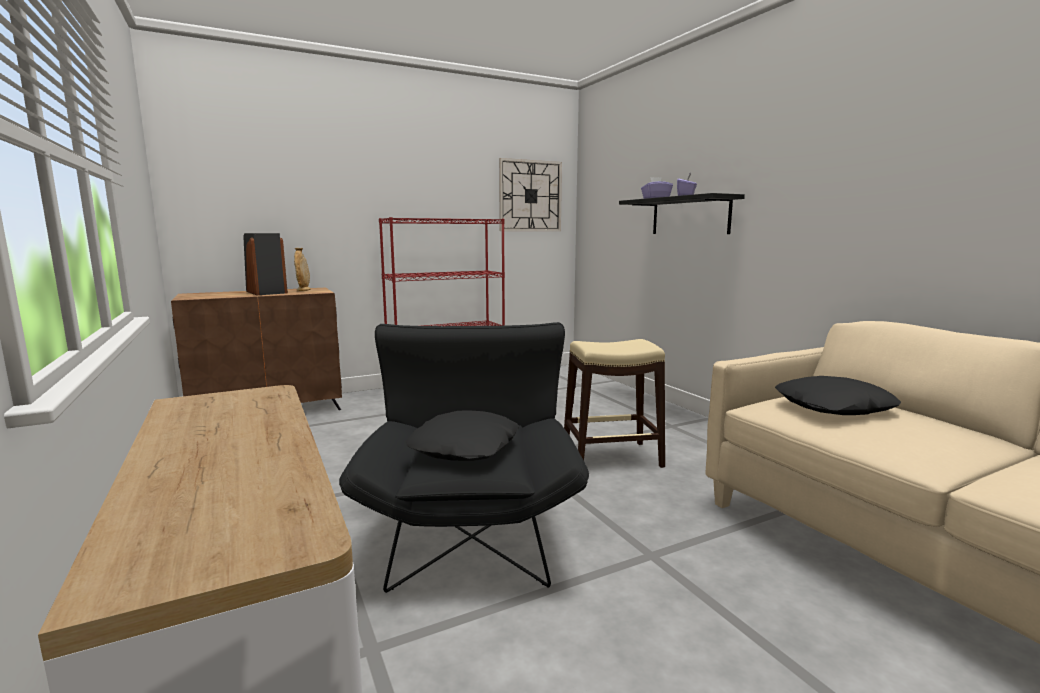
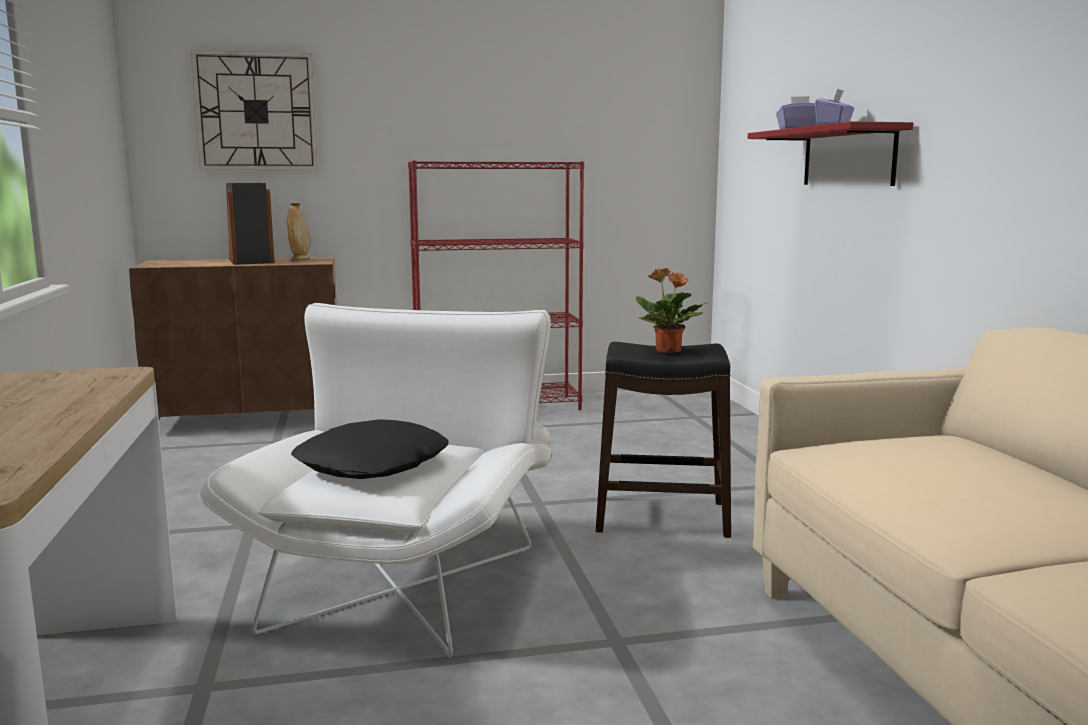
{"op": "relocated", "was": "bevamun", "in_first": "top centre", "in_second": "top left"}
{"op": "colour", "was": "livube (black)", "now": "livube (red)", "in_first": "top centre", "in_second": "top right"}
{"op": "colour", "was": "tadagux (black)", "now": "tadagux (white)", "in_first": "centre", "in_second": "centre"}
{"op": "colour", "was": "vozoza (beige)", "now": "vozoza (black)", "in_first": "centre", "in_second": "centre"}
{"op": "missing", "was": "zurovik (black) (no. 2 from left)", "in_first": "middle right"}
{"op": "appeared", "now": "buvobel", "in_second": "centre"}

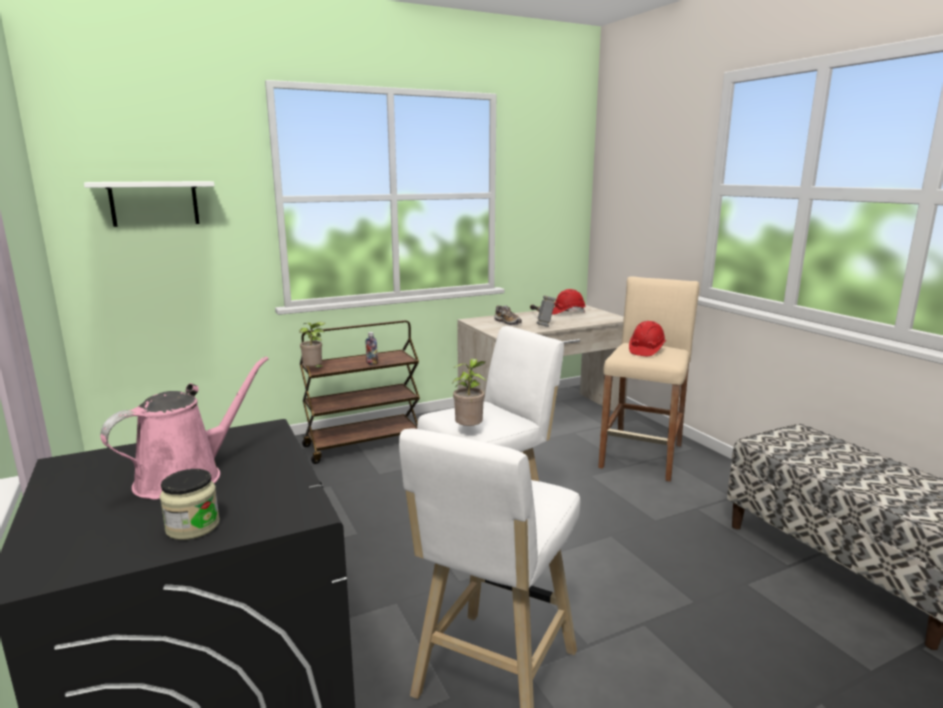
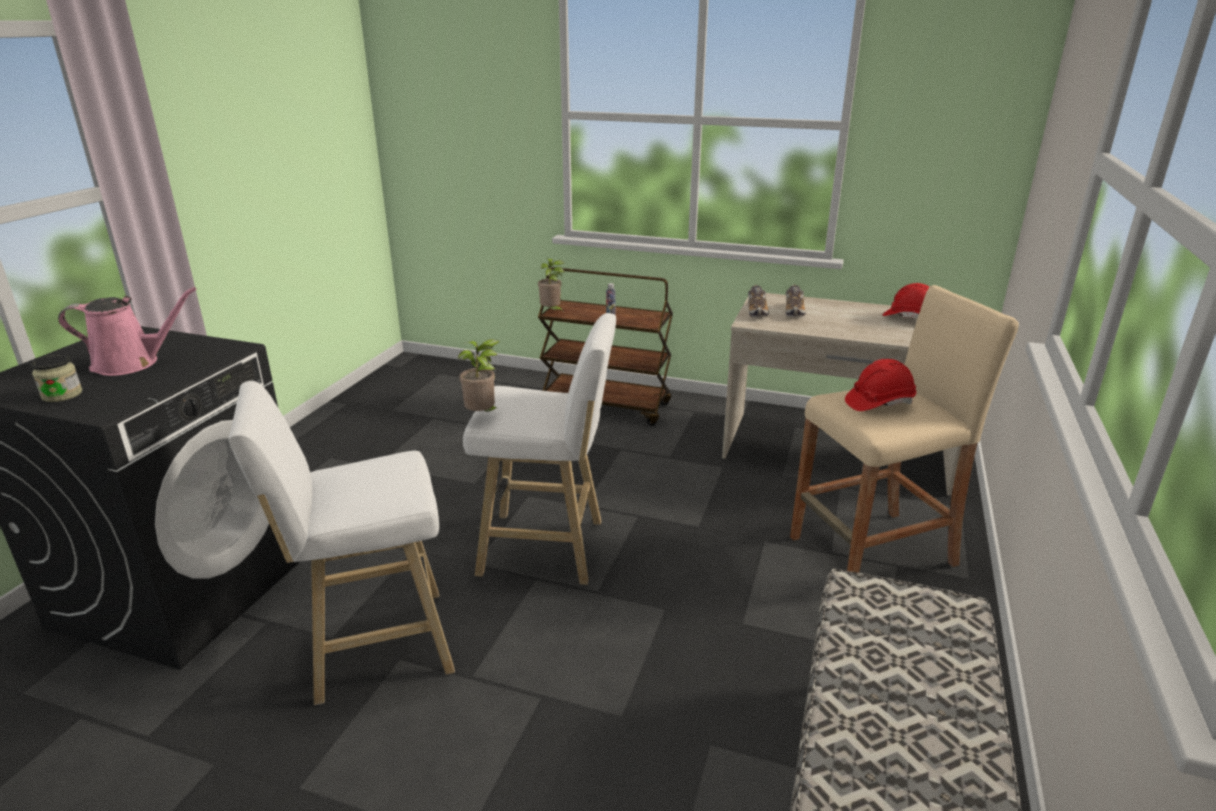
{"op": "missing", "was": "livube (white)", "in_first": "top left"}
{"op": "missing", "was": "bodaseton", "in_first": "centre"}
{"op": "appeared", "now": "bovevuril (no. 1 from left)", "in_second": "centre"}

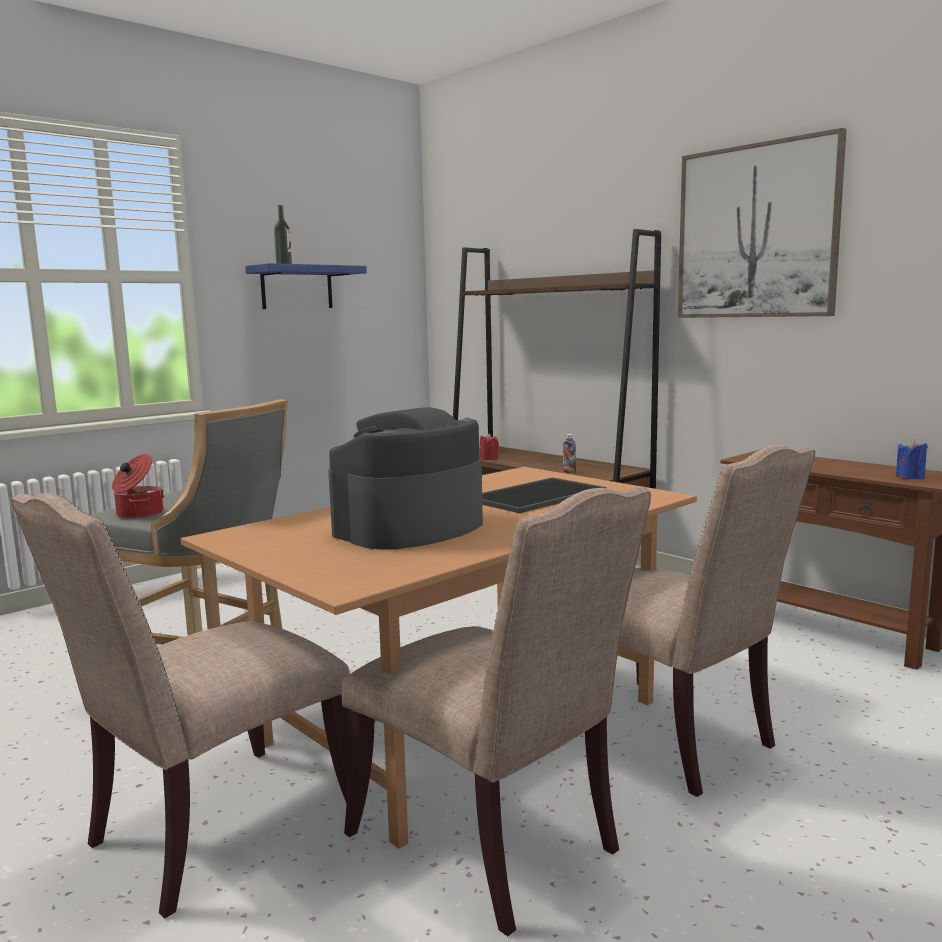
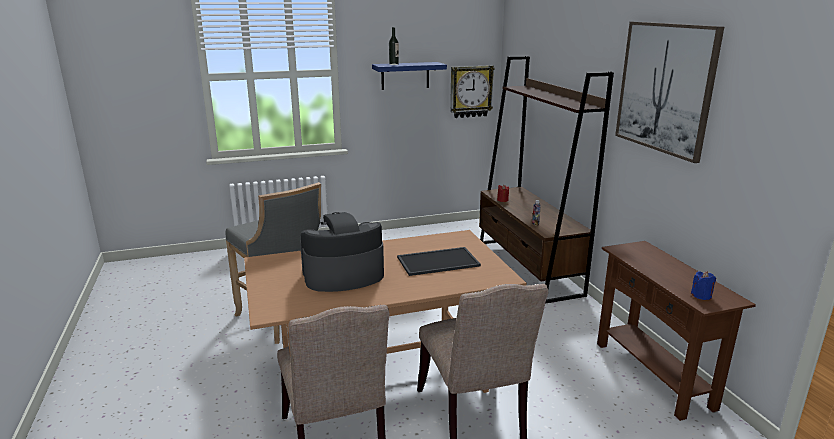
{"op": "missing", "was": "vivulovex", "in_first": "middle left"}
{"op": "missing", "was": "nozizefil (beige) (no. 1 from left)", "in_first": "bottom left"}
{"op": "appeared", "now": "bevamun", "in_second": "top centre"}

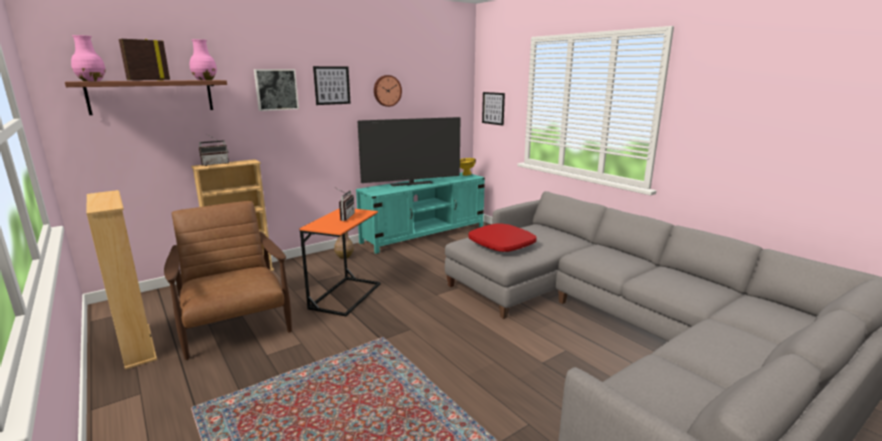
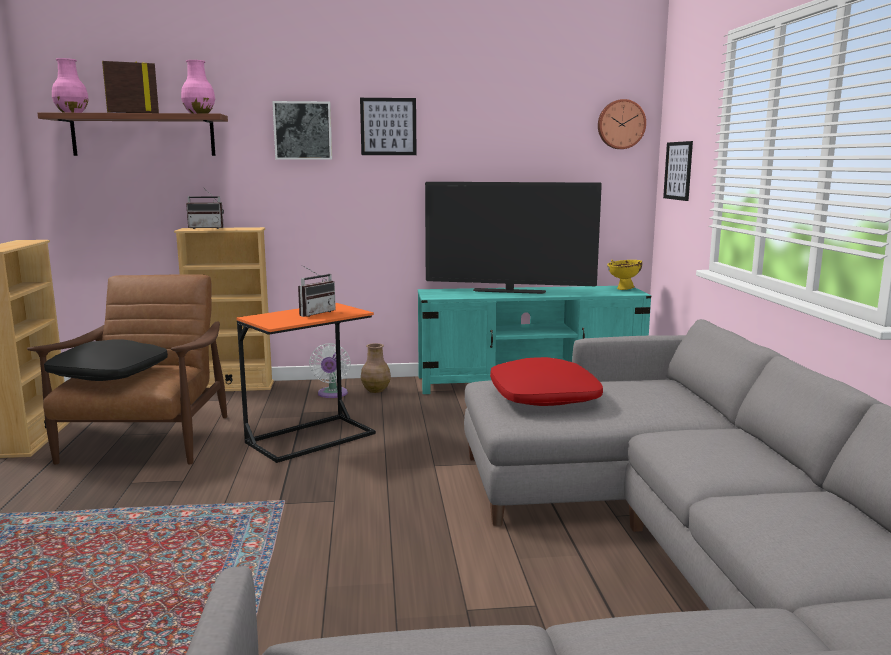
{"op": "relocated", "was": "bevamun", "in_first": "top centre", "in_second": "top right"}
{"op": "appeared", "now": "zurovik (black)", "in_second": "middle left"}
{"op": "appeared", "now": "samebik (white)", "in_second": "centre"}

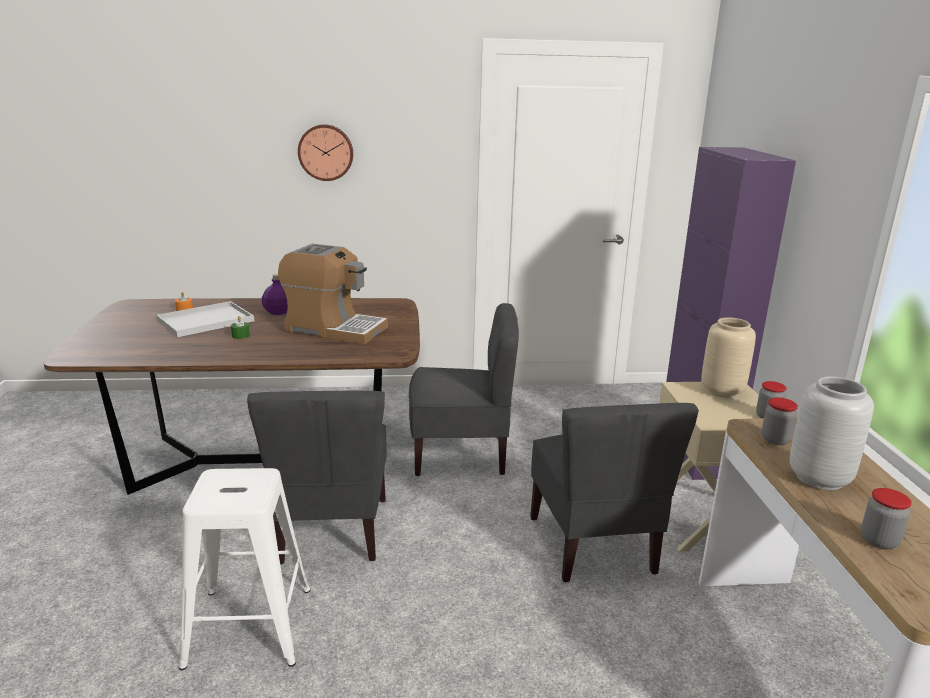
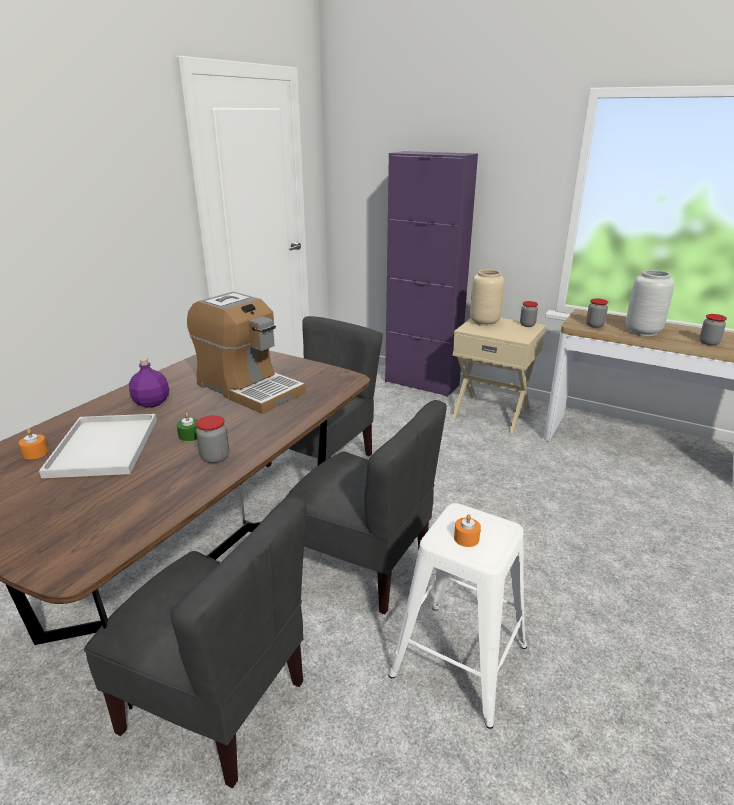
{"op": "missing", "was": "bevamun", "in_first": "top centre"}
{"op": "spun", "was": "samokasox", "in_first": "centre", "in_second": "centre", "clockwise": 75}
{"op": "relocated", "was": "nozizefil (grey) (no. 3 from left in the first image)", "now": "nozizefil (grey) (no. 1 from left)", "in_first": "bottom centre", "in_second": "bottom left"}
{"op": "appeared", "now": "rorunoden (no. 1 from left)", "in_second": "middle left"}
{"op": "appeared", "now": "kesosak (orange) (no. 2 from left)", "in_second": "centre"}

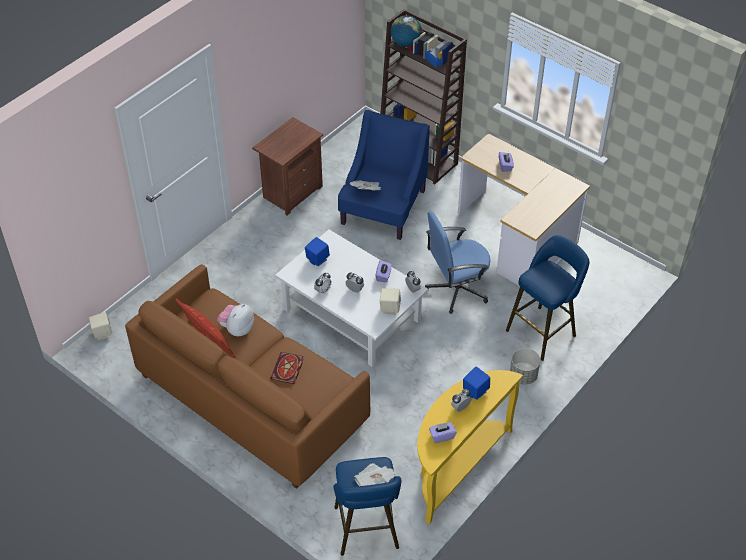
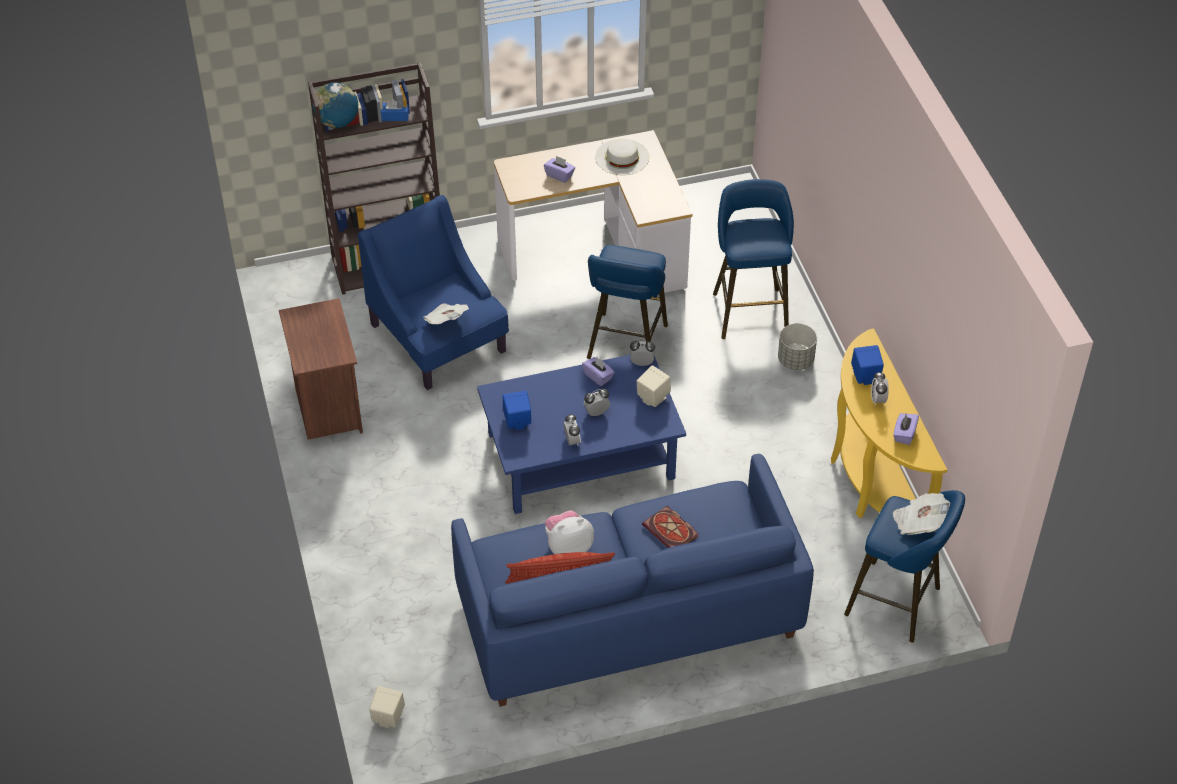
{"op": "exchanged", "was": "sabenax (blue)", "now": "vozoza (blue) (no. 1 from left)", "in_first": "centre", "in_second": "centre"}
{"op": "colour", "was": "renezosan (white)", "now": "renezosan (blue)", "in_first": "centre", "in_second": "centre"}
{"op": "colour", "was": "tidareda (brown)", "now": "tidareda (blue)", "in_first": "bottom left", "in_second": "bottom centre"}
{"op": "spun", "was": "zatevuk", "in_first": "middle left", "in_second": "bottom centre", "clockwise": 90}
{"op": "appeared", "now": "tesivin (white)", "in_second": "top centre"}

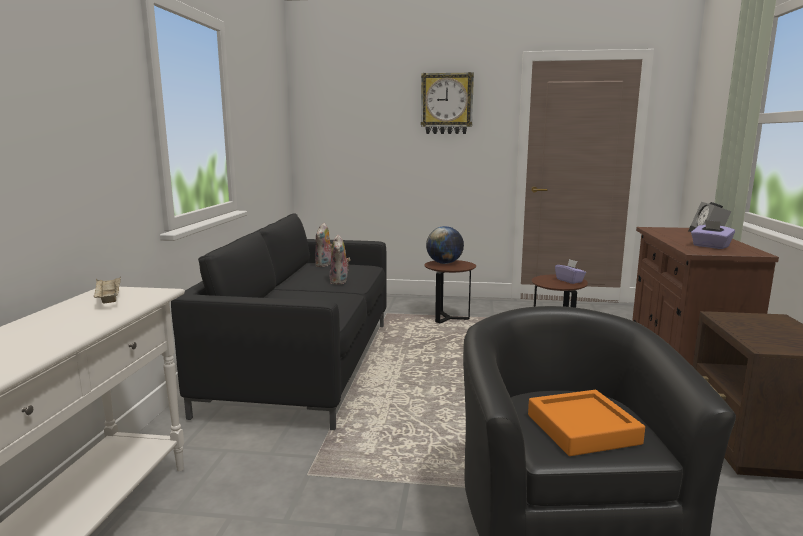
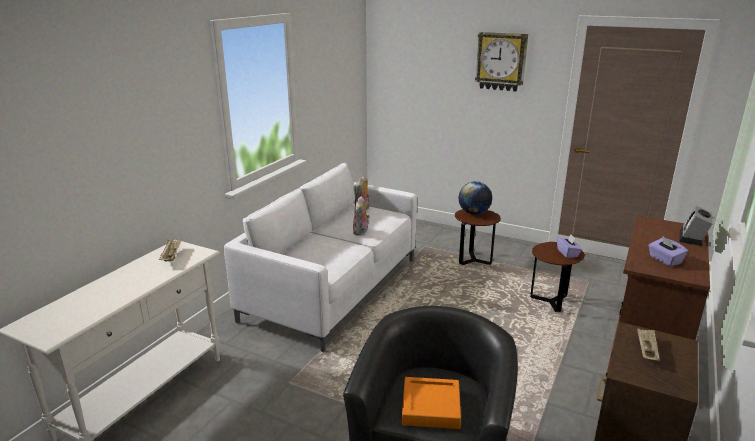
{"op": "colour", "was": "tidareda (black)", "now": "tidareda (white)", "in_first": "centre", "in_second": "centre"}
{"op": "appeared", "now": "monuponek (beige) (no. 2 from left)", "in_second": "bottom right"}

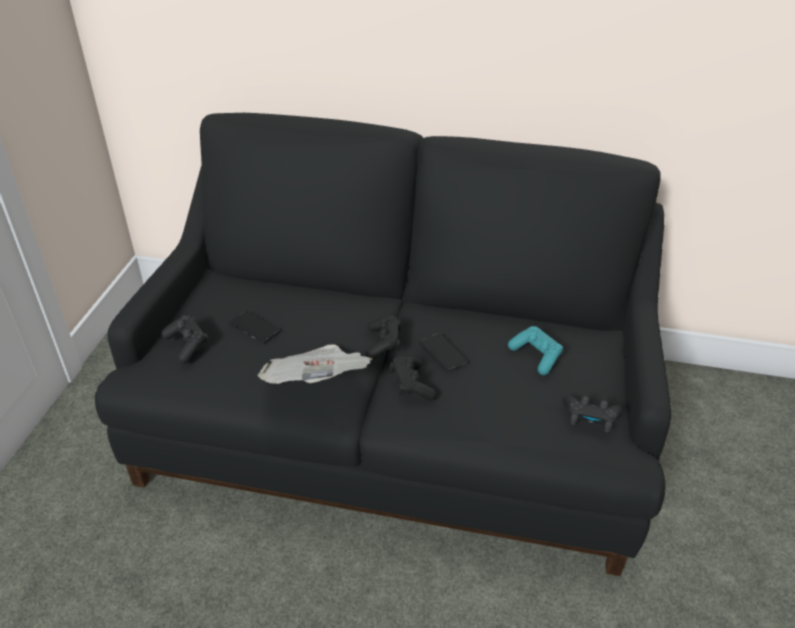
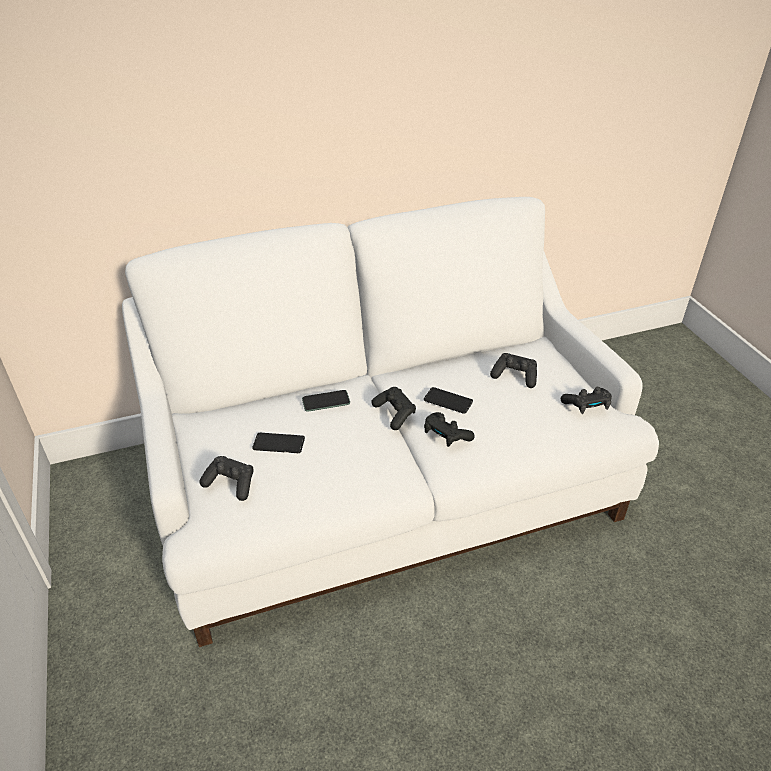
{"op": "colour", "was": "tidareda (black)", "now": "tidareda (white)", "in_first": "centre", "in_second": "centre"}
{"op": "colour", "was": "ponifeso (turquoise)", "now": "ponifeso (black) (no. 4 from left)", "in_first": "middle right", "in_second": "centre"}
{"op": "missing", "was": "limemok", "in_first": "centre"}
{"op": "appeared", "now": "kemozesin (no. 2 from left)", "in_second": "centre"}

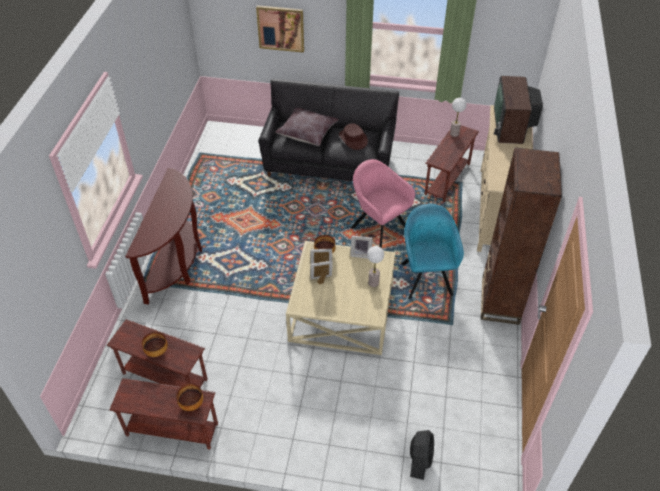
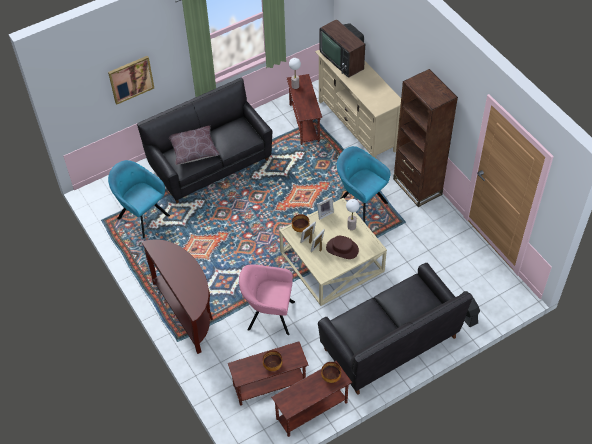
{"op": "relocated", "was": "tesivin (brown)", "in_first": "top centre", "in_second": "centre"}
{"op": "relocated", "was": "tadagux (pink)", "in_first": "centre", "in_second": "bottom centre"}
{"op": "appeared", "now": "tadagux (turquoise) (no. 1 from left)", "in_second": "middle left"}
{"op": "appeared", "now": "tidareda (black) (no. 2 from left)", "in_second": "bottom right"}

